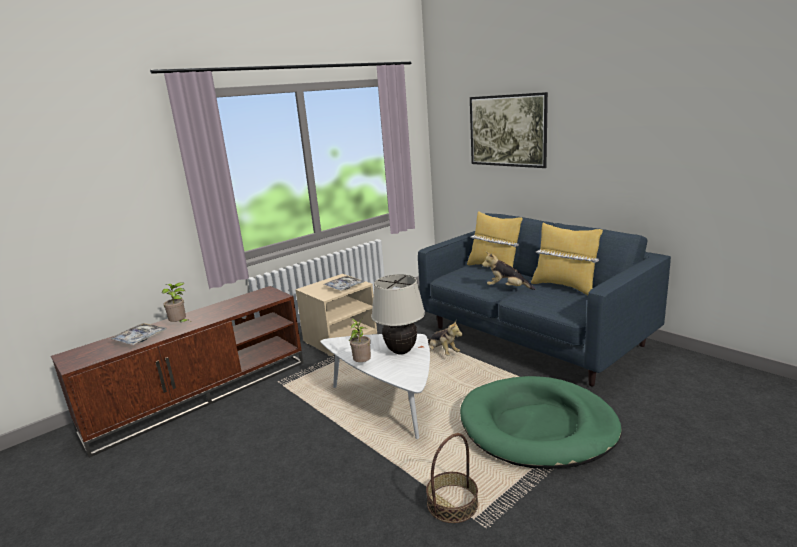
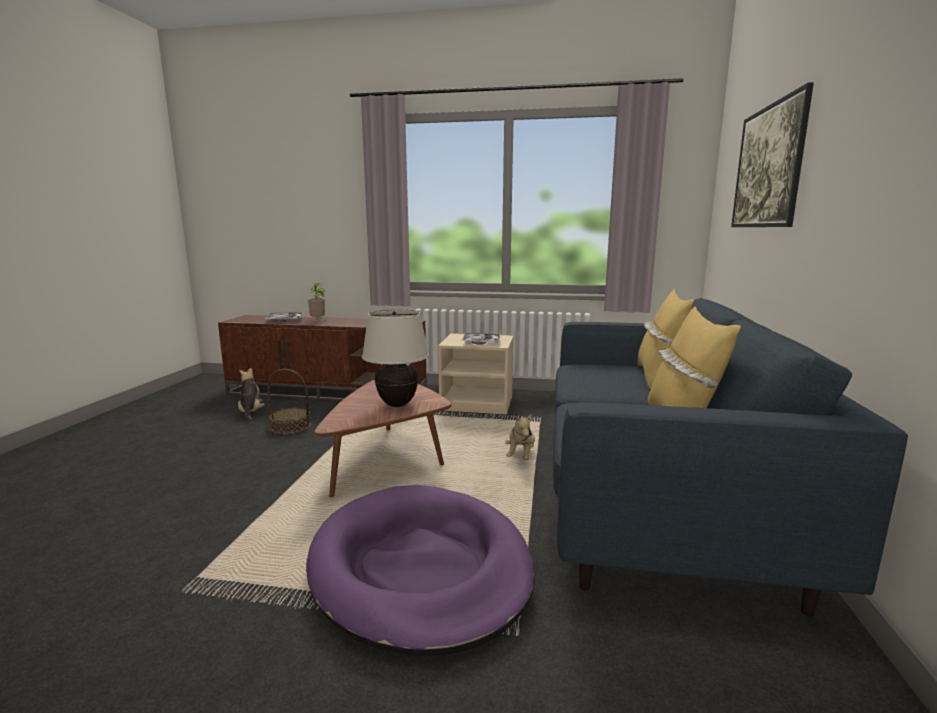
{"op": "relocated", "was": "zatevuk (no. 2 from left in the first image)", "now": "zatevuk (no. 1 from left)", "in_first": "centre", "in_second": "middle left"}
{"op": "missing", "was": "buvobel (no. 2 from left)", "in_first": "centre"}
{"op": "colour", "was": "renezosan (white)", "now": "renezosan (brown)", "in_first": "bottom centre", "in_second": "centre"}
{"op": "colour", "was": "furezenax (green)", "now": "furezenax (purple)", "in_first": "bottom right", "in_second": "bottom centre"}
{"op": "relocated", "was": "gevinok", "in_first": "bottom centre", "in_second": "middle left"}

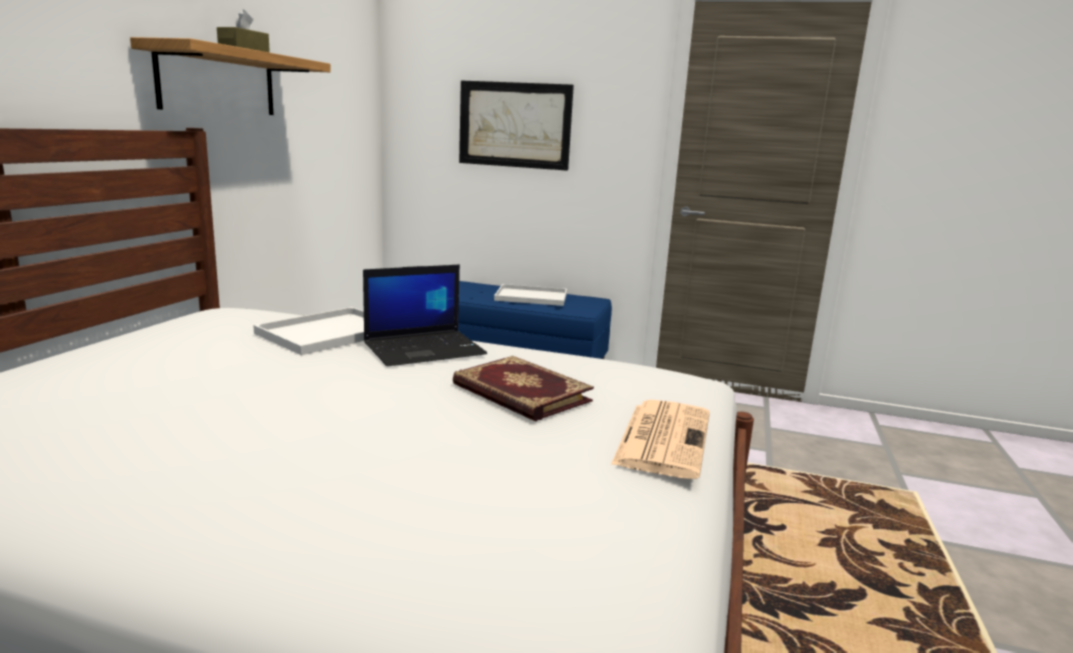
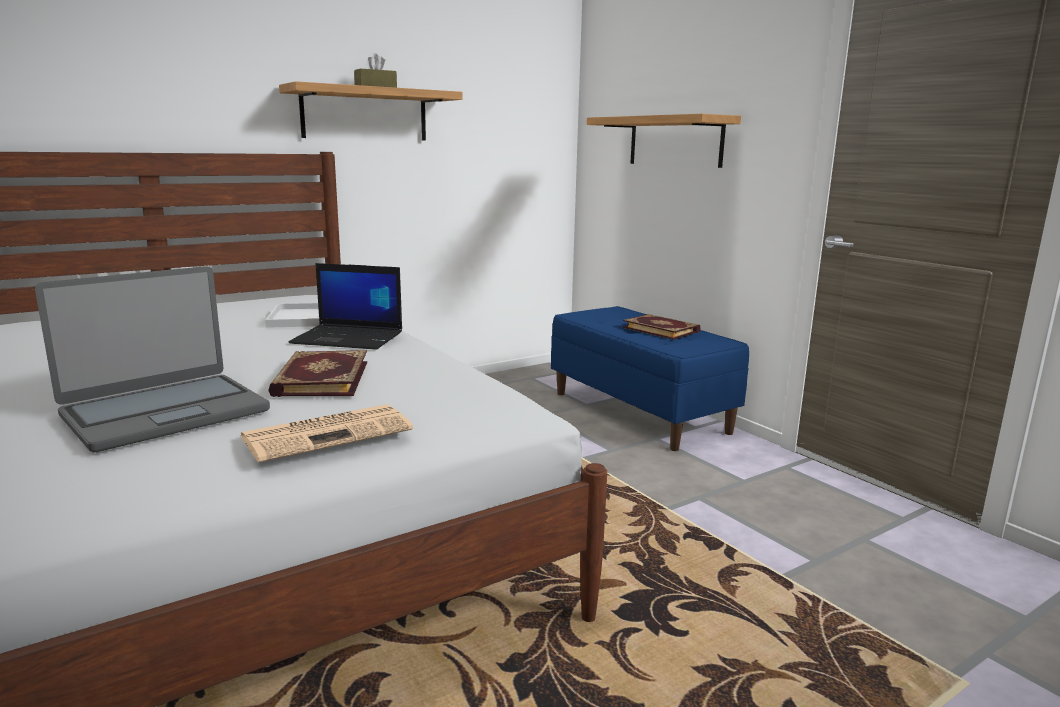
{"op": "exchanged", "was": "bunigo", "now": "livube (no. 2 from left)", "in_first": "top centre", "in_second": "top centre"}
{"op": "exchanged", "was": "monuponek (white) (no. 2 from left)", "now": "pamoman (no. 2 from left)", "in_first": "centre", "in_second": "centre"}
{"op": "appeared", "now": "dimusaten (no. 1 from left)", "in_second": "middle left"}

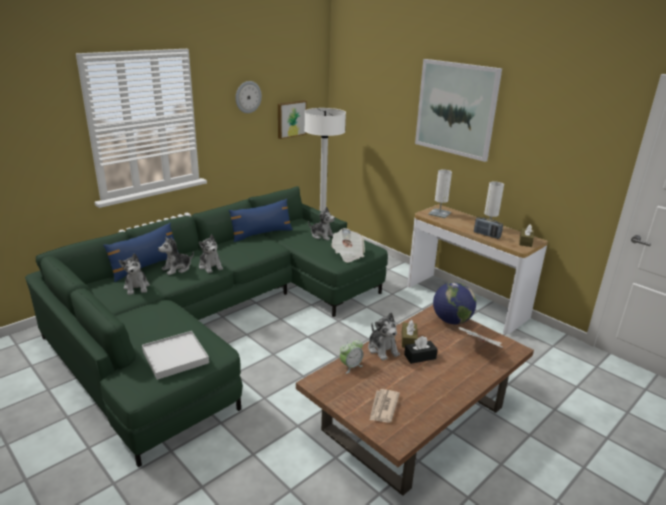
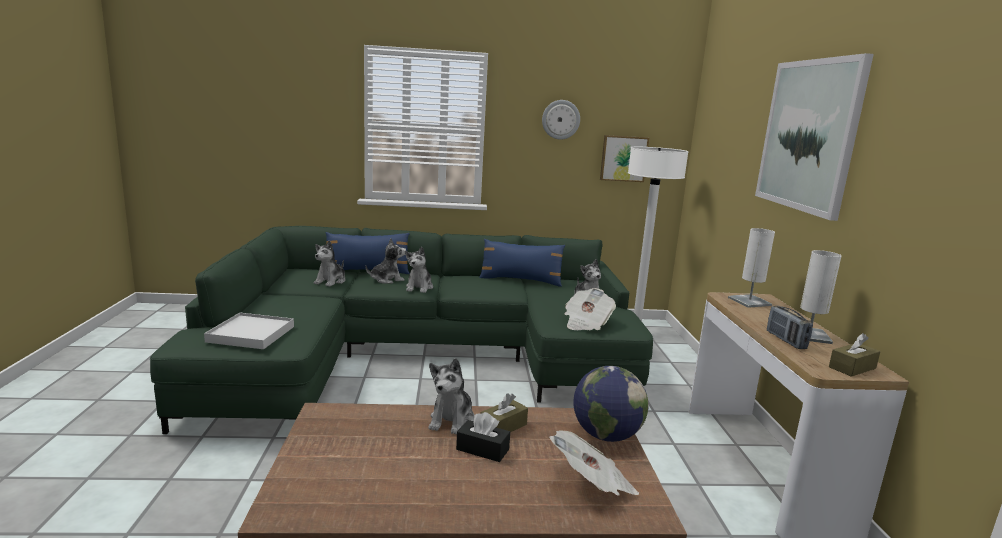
{"op": "spun", "was": "zatevuk (no. 2 from left)", "in_first": "middle left", "in_second": "centre", "clockwise": 150}
{"op": "missing", "was": "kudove", "in_first": "bottom centre"}
{"op": "missing", "was": "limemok (no. 2 from left)", "in_first": "bottom centre"}

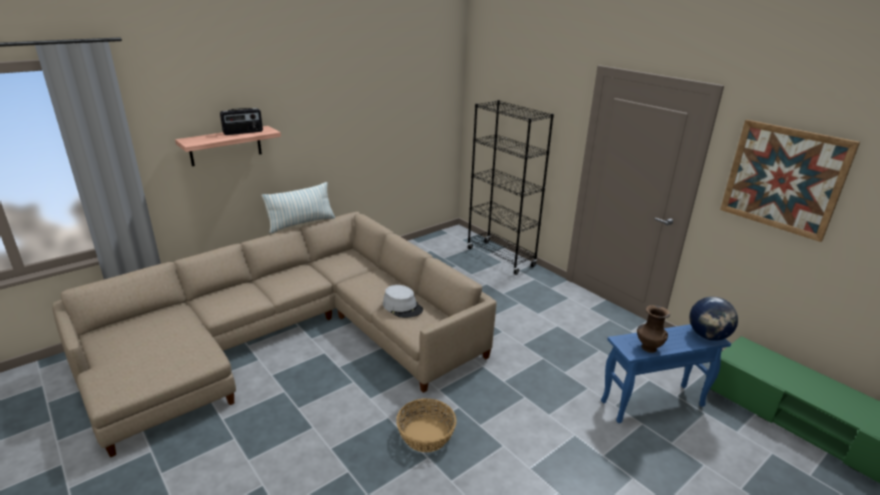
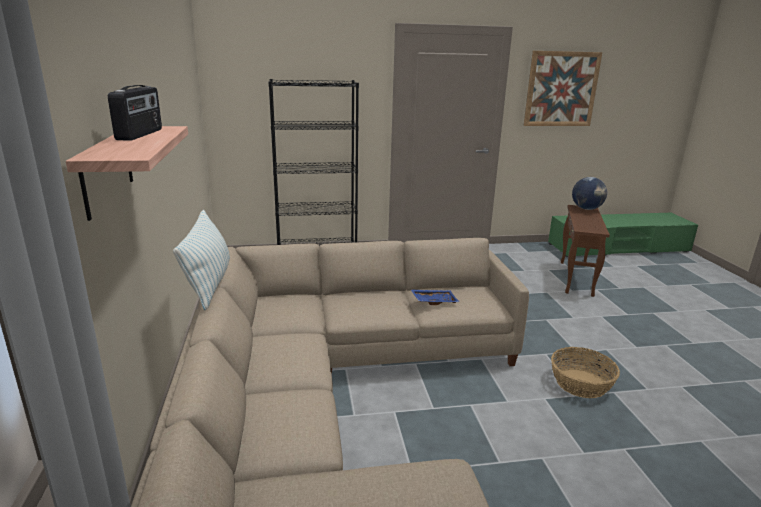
{"op": "exchanged", "was": "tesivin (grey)", "now": "monuponek (blue)", "in_first": "centre", "in_second": "centre"}
{"op": "missing", "was": "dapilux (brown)", "in_first": "middle right"}
{"op": "colour", "was": "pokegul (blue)", "now": "pokegul (brown)", "in_first": "bottom right", "in_second": "middle right"}

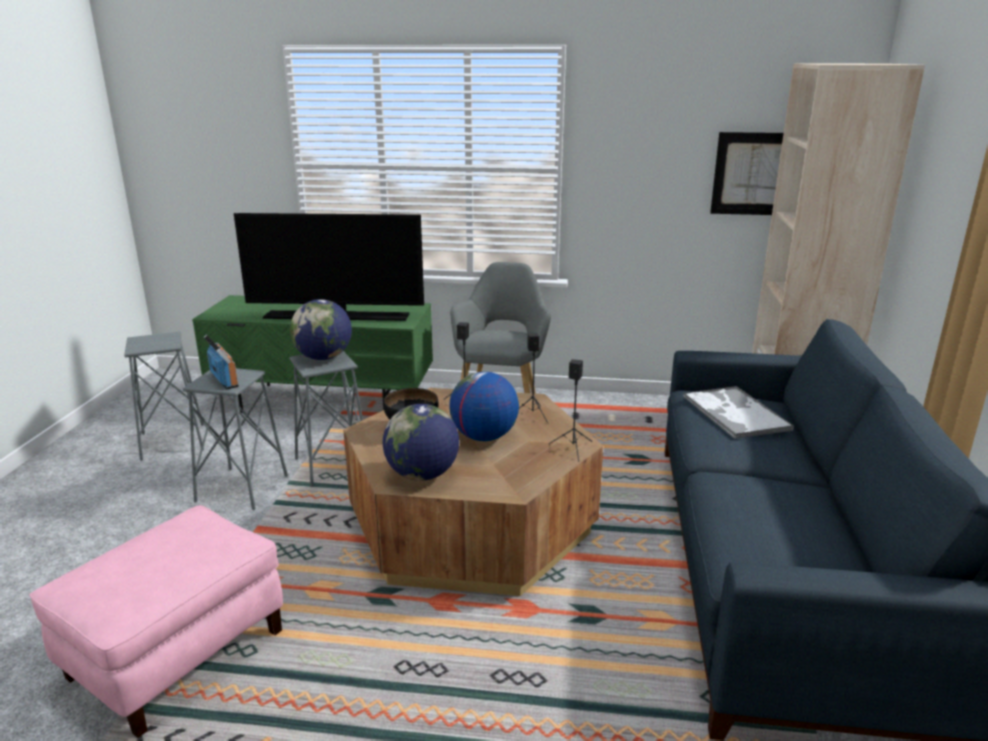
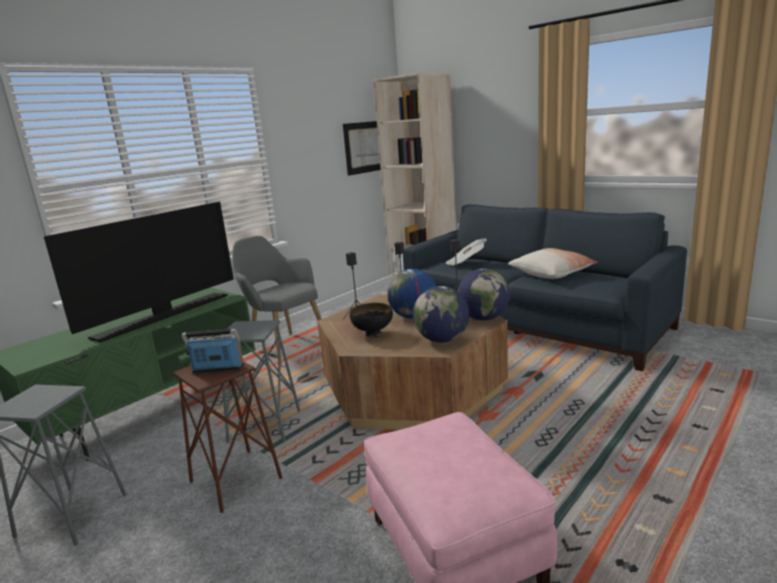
{"op": "relocated", "was": "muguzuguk (no. 1 from left in the first image)", "now": "muguzuguk (no. 3 from left)", "in_first": "middle left", "in_second": "centre"}
{"op": "colour", "was": "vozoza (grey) (no. 2 from left)", "now": "vozoza (brown)", "in_first": "middle left", "in_second": "bottom left"}
{"op": "exchanged", "was": "monuponek", "now": "limemok", "in_first": "middle right", "in_second": "centre"}
{"op": "appeared", "now": "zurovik", "in_second": "middle right"}

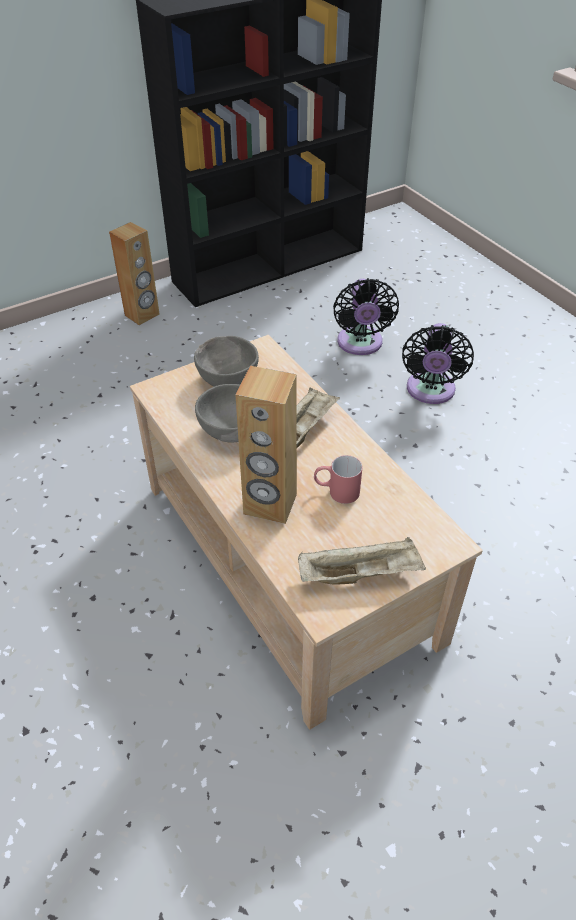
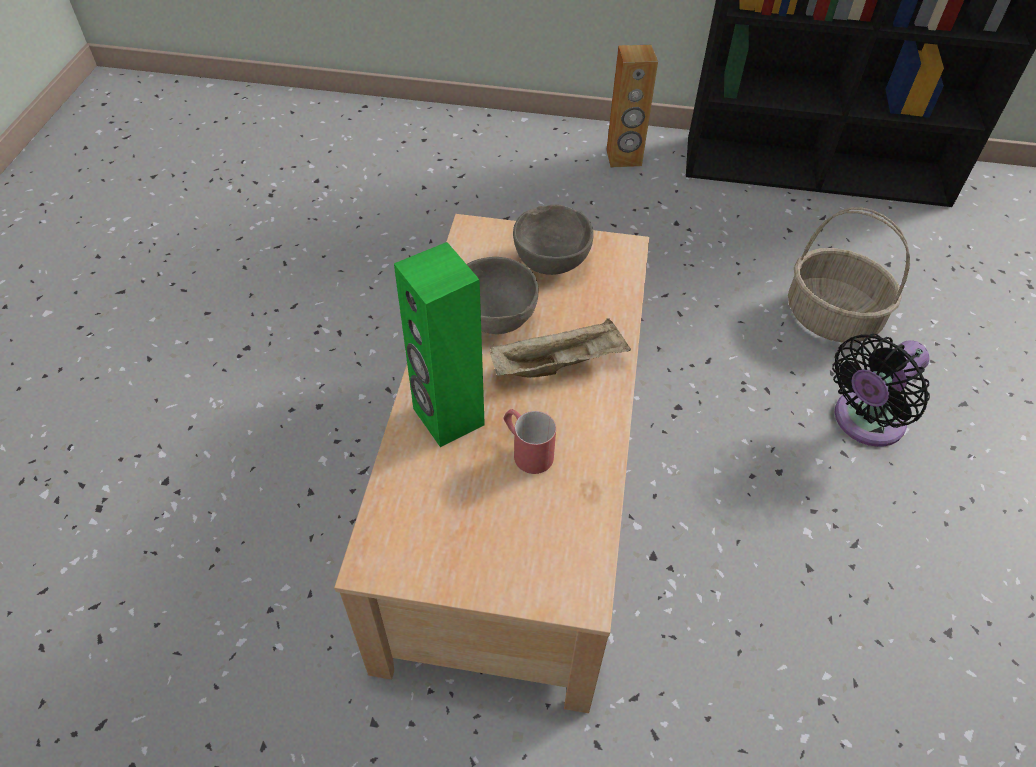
{"op": "exchanged", "was": "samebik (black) (no. 1 from left)", "now": "gevinok", "in_first": "centre", "in_second": "middle right"}
{"op": "colour", "was": "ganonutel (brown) (no. 2 from left)", "now": "ganonutel (green)", "in_first": "centre", "in_second": "centre"}
{"op": "missing", "was": "monuponek (beige) (no. 2 from left)", "in_first": "centre"}

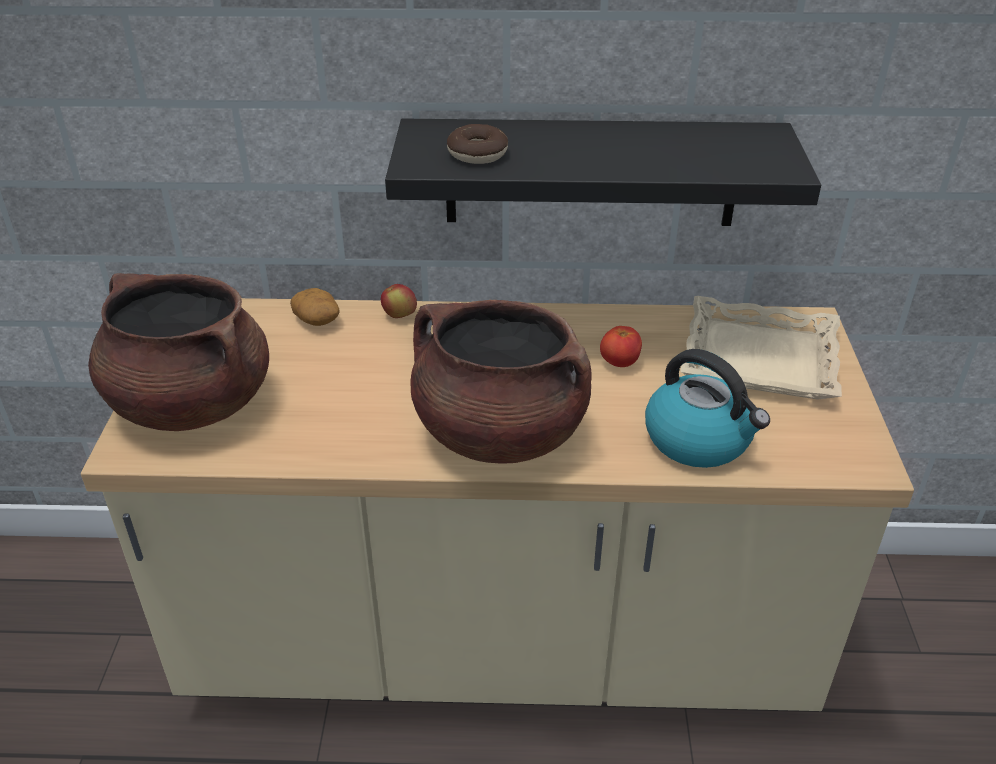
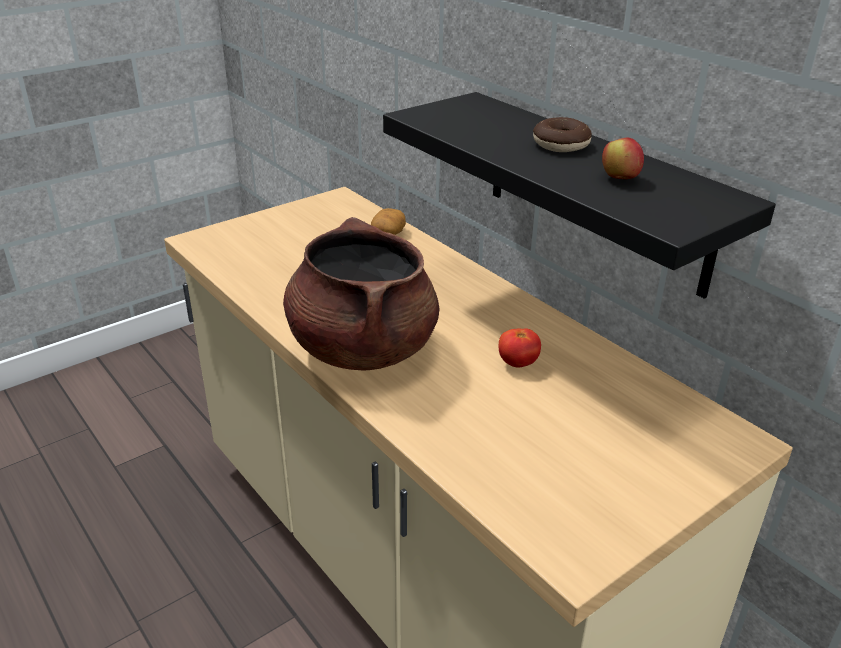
{"op": "relocated", "was": "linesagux", "in_first": "top centre", "in_second": "top right"}
{"op": "missing", "was": "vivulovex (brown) (no. 1 from left)", "in_first": "middle left"}
{"op": "relocated", "was": "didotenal", "in_first": "centre", "in_second": "top right"}
{"op": "missing", "was": "monuponek (beige)", "in_first": "middle right"}
{"op": "missing", "was": "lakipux", "in_first": "middle right"}

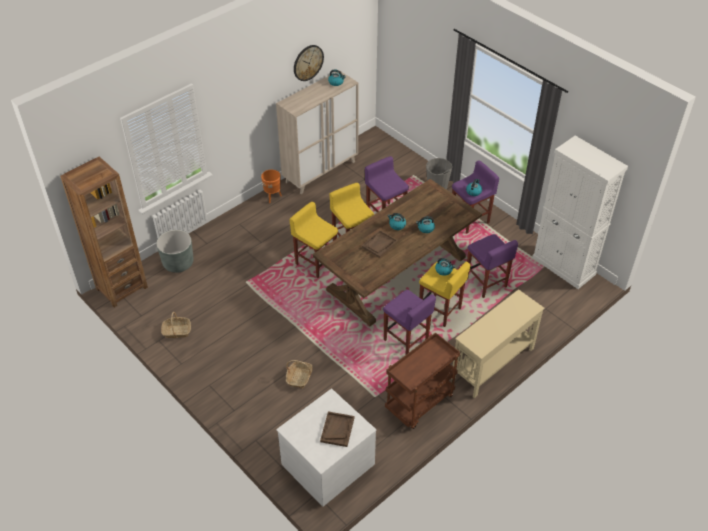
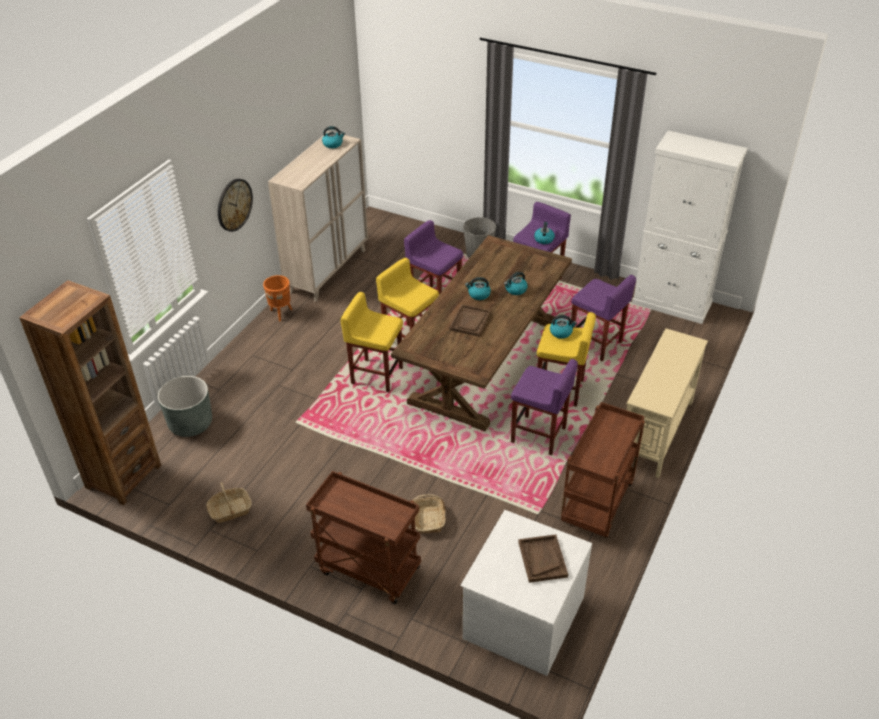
{"op": "relocated", "was": "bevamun", "in_first": "top centre", "in_second": "top left"}
{"op": "appeared", "now": "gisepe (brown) (no. 1 from left)", "in_second": "bottom centre"}

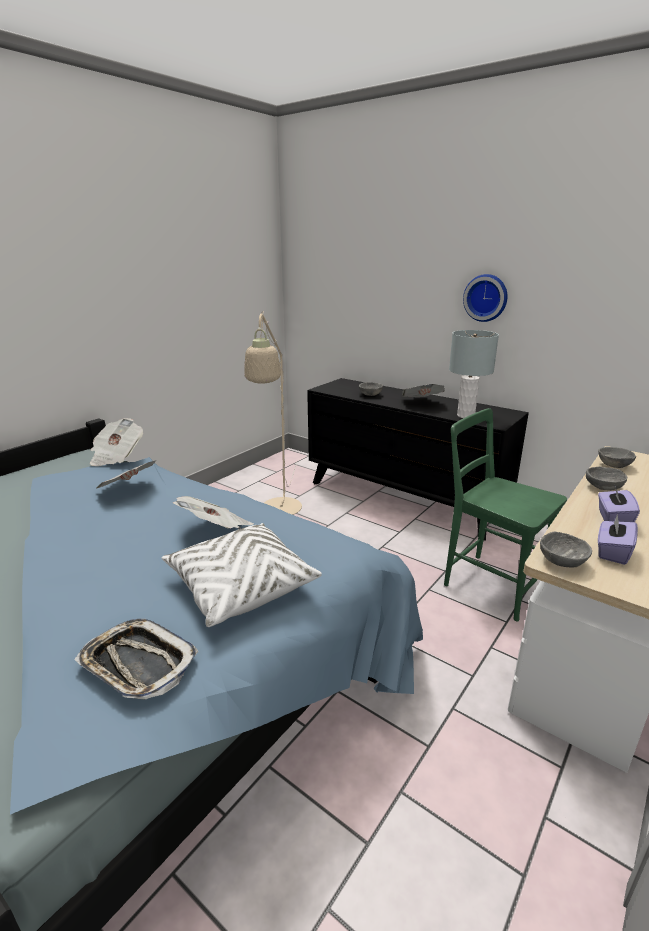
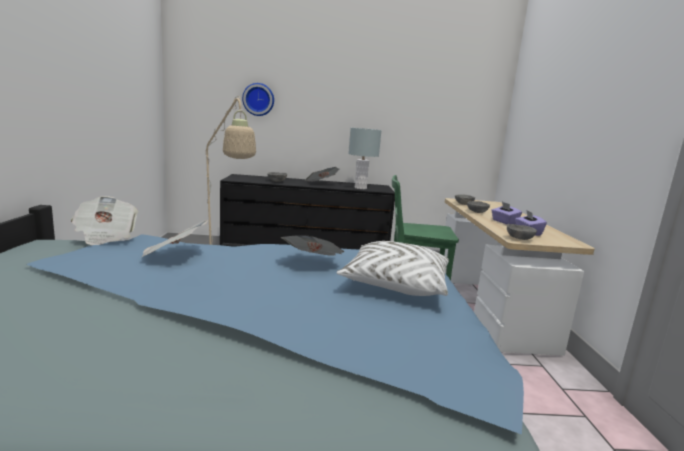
{"op": "relocated", "was": "bevamun", "in_first": "top right", "in_second": "top centre"}
{"op": "missing", "was": "monuponek", "in_first": "bottom left"}

